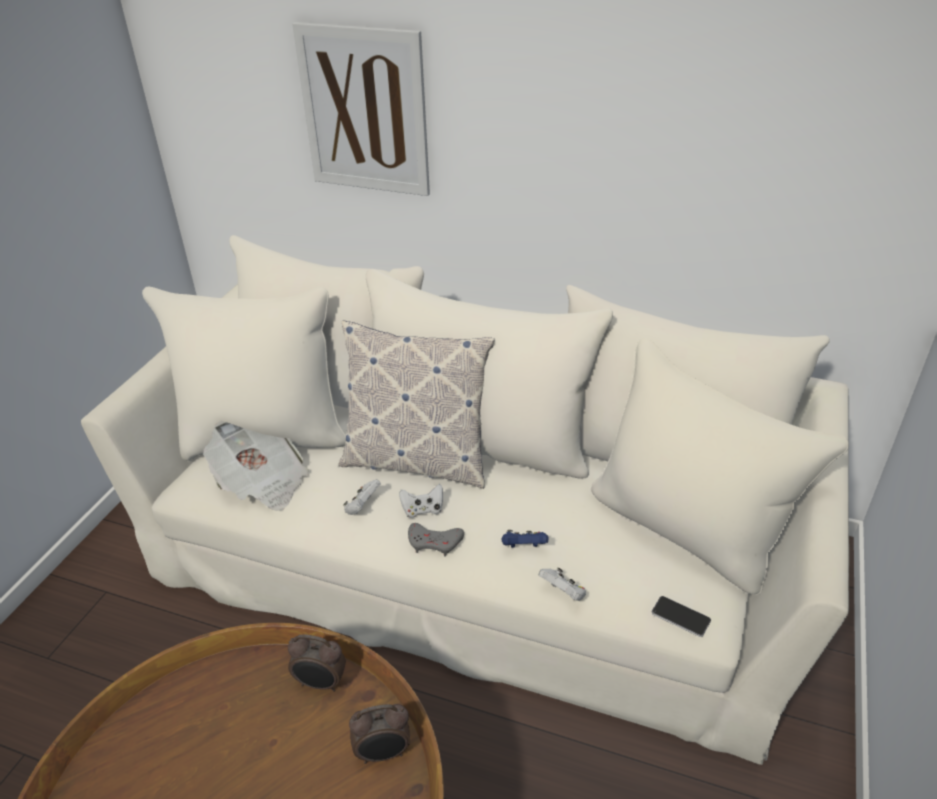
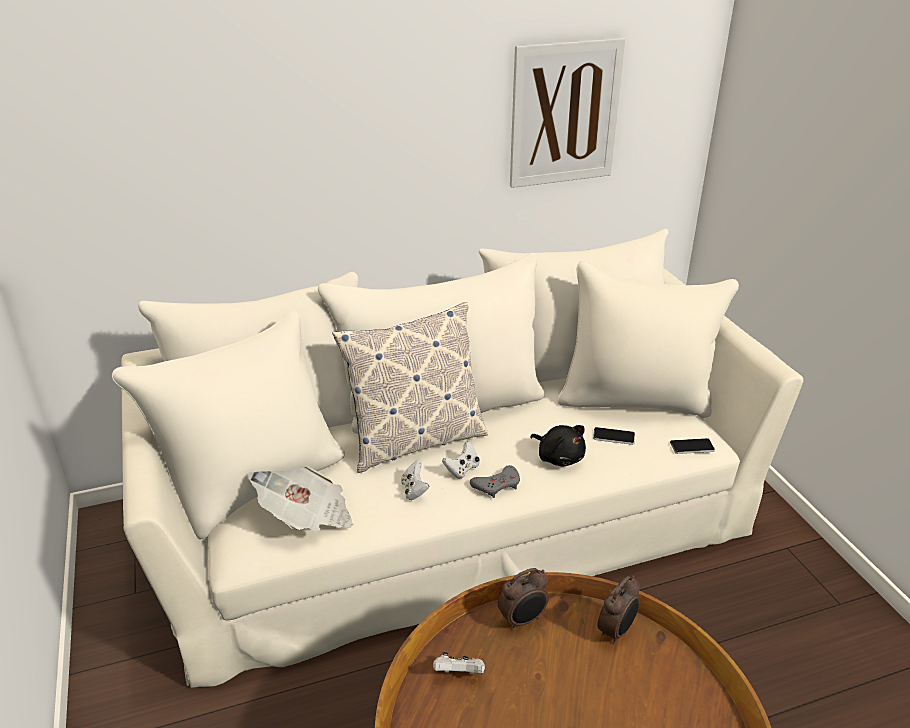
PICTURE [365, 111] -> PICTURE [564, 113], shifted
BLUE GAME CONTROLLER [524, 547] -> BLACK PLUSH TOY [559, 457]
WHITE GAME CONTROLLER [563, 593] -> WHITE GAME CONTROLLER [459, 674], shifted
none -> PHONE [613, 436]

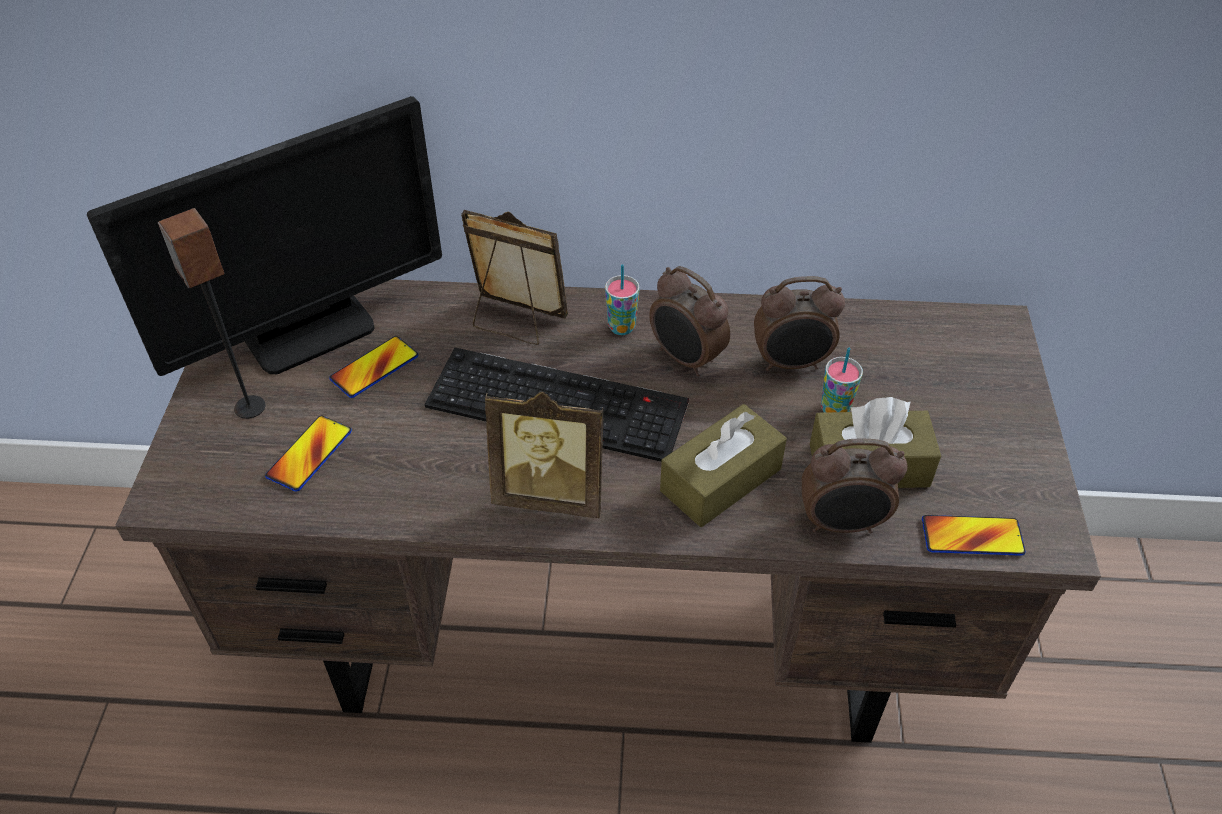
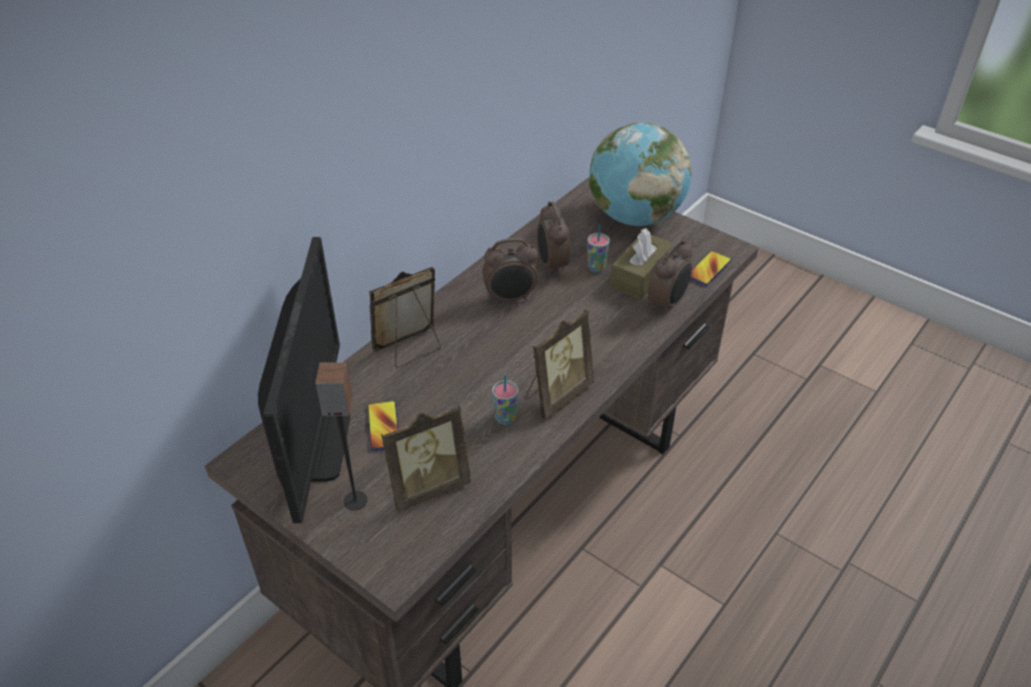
CUP [621, 327] -> CUP [505, 418], shifted
ALARM CLOCK [791, 363] -> ALARM CLOCK [551, 265], 135 degrees clockwise
KEYBOARD [561, 403] -> none
BROWN TISSUE BOX [720, 480] -> none
PHONE [310, 454] -> PICTURE FRAME [427, 486]
none -> GLOBE [634, 217]

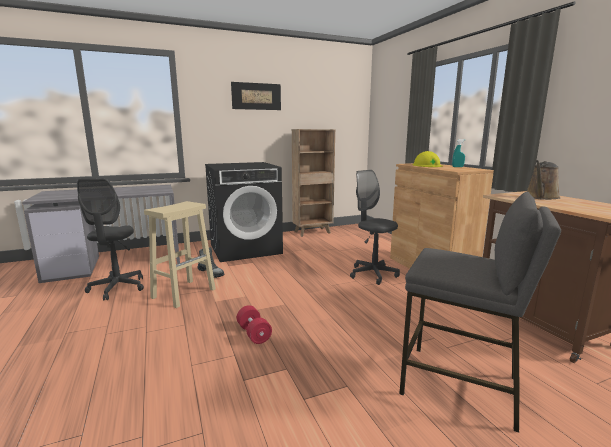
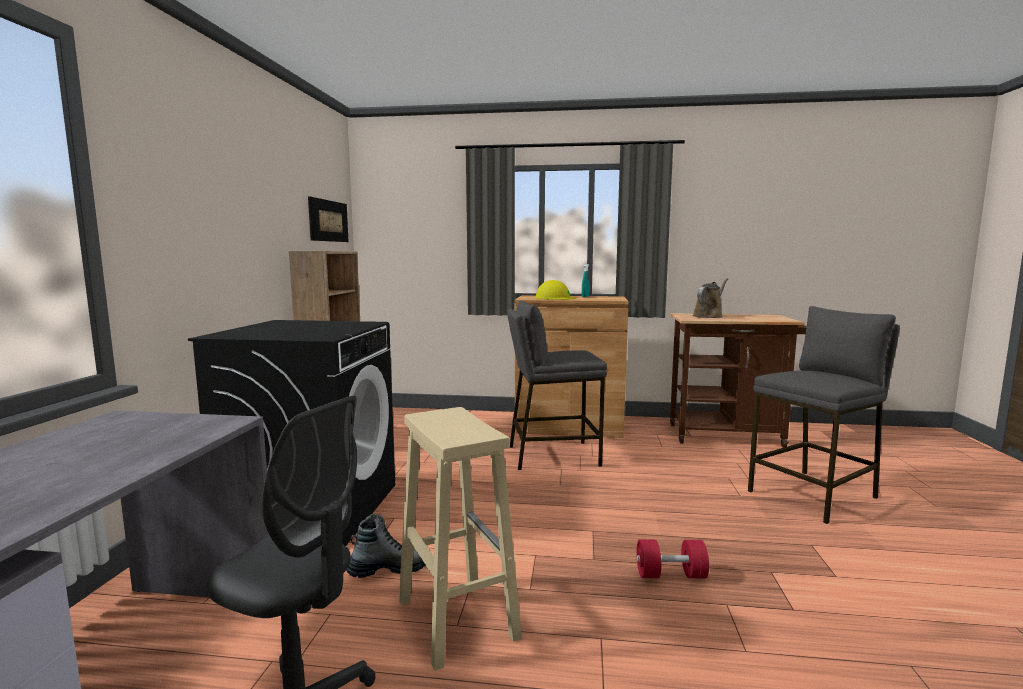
PICTURE [256, 96] -> PICTURE [328, 221], shifted
BROWN WATERING CAN [541, 197] -> BROWN WATERING CAN [709, 316], 120 degrees counterclockwise
GREY OFFICE CHAIR [373, 274] -> GREY STOOL [552, 455]

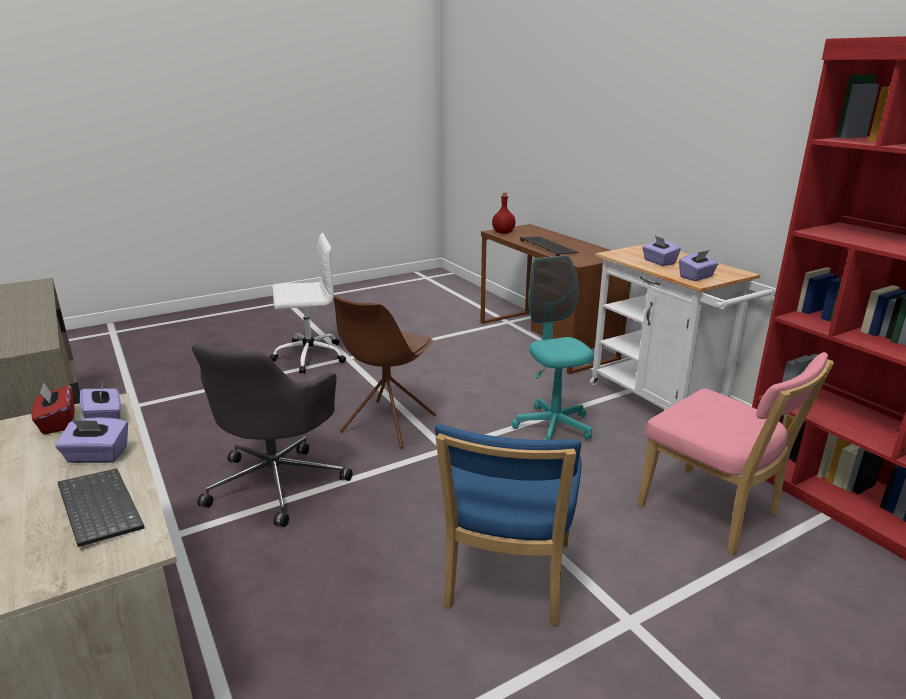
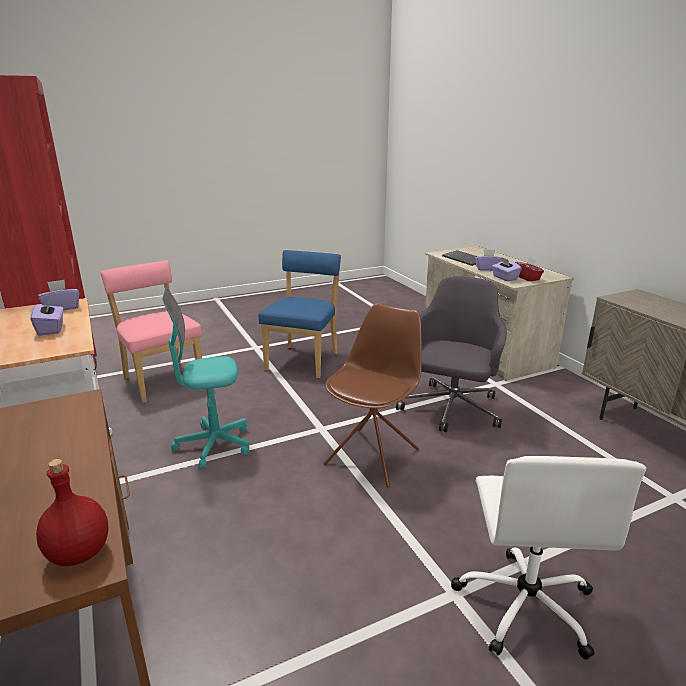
WHITE OFFICE CHAIR [308, 356] -> WHITE OFFICE CHAIR [525, 604], 75 degrees counterclockwise
KEYBOARD [549, 247] -> none
TURQUOISE OFFICE CHAIR [553, 427] -> TURQUOISE OFFICE CHAIR [214, 445], 90 degrees clockwise

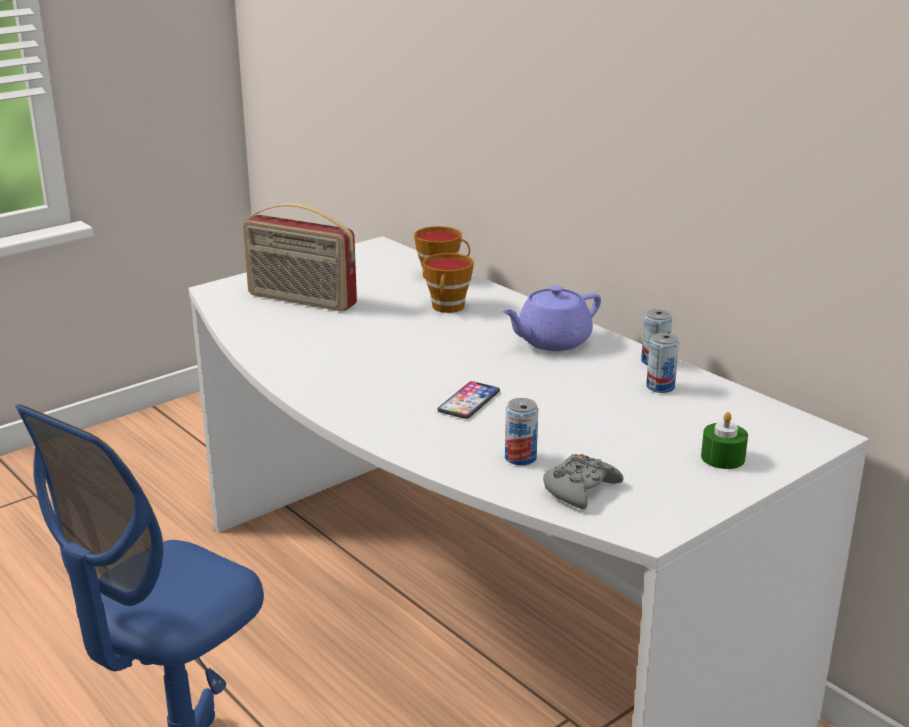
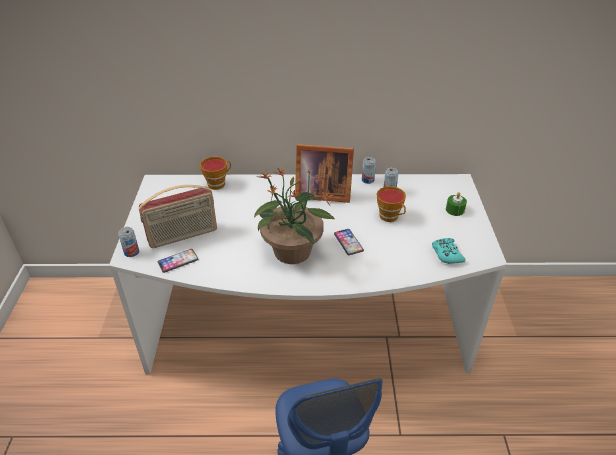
CUP [448, 308] -> CUP [390, 217], shifted
PURPLE TEAPOT [552, 341] -> PICTURE FRAME [321, 193]
CAN [520, 458] -> CAN [131, 252], shifted
GREY GAME CONTROLLER [580, 489] -> TURQUOISE GAME CONTROLLER [446, 254]
none -> POTTED PLANT [292, 252]
none -> PHONE [178, 261]

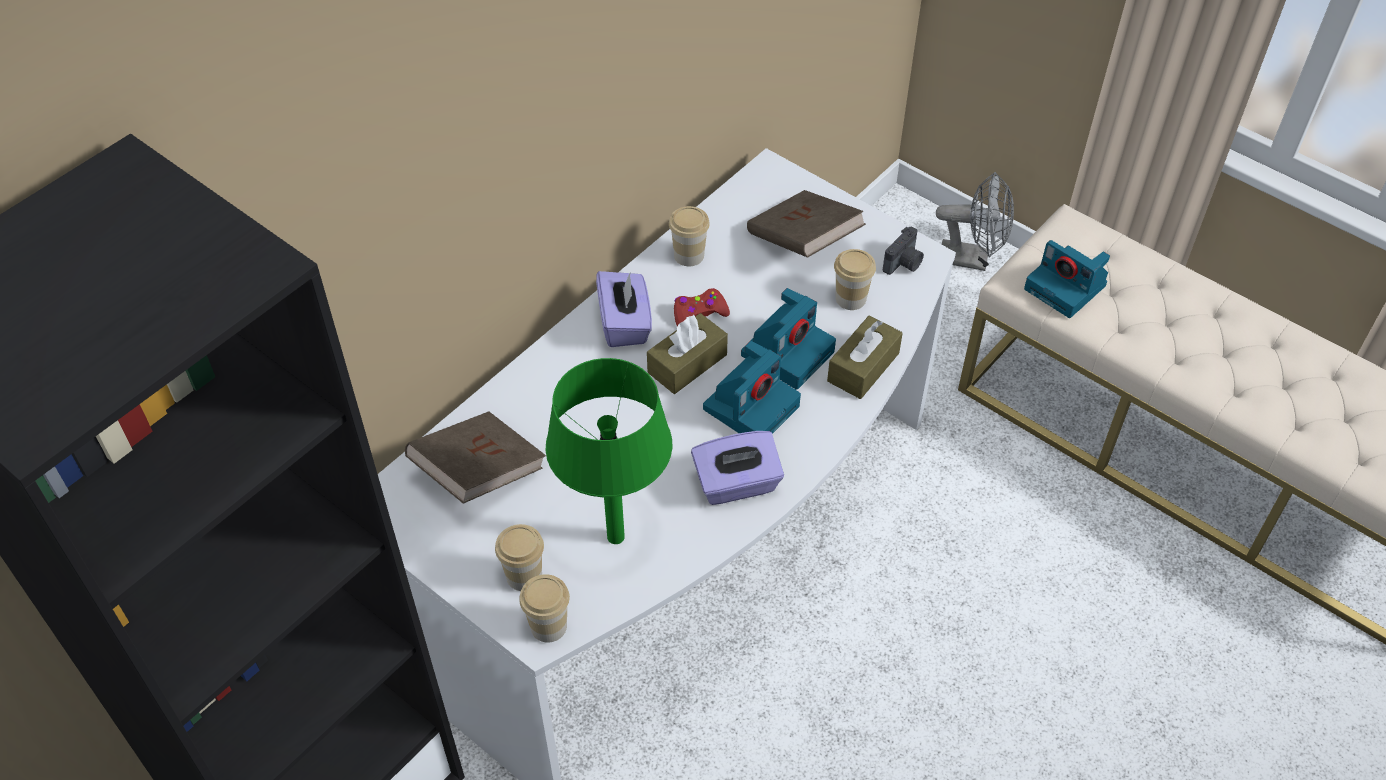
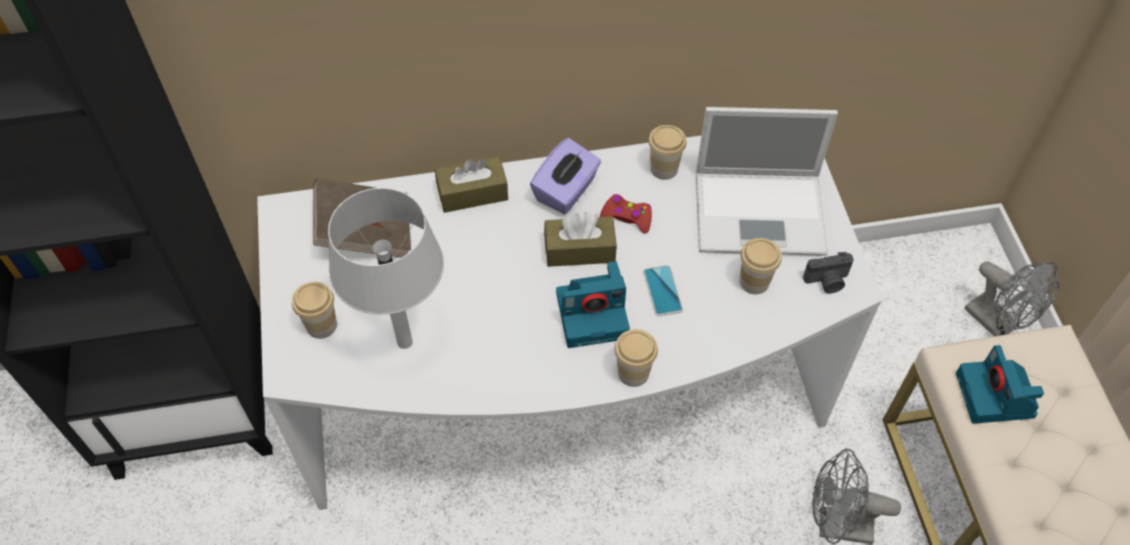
BROWN BOOK [803, 242] -> LAPTOP [762, 213]
PHOTO CAMERA [788, 352] -> PHONE [662, 291]
BROWN TISSUE BOX [863, 367] -> BROWN TISSUE BOX [472, 193], shifted
GREEN TABLE LAMP [617, 537] -> GREY TABLE LAMP [405, 343]
PURPLE TISSUE BOX [737, 484] -> none
CUP [548, 626] -> CUP [633, 373], shifted
none -> GREY FAN [836, 526]

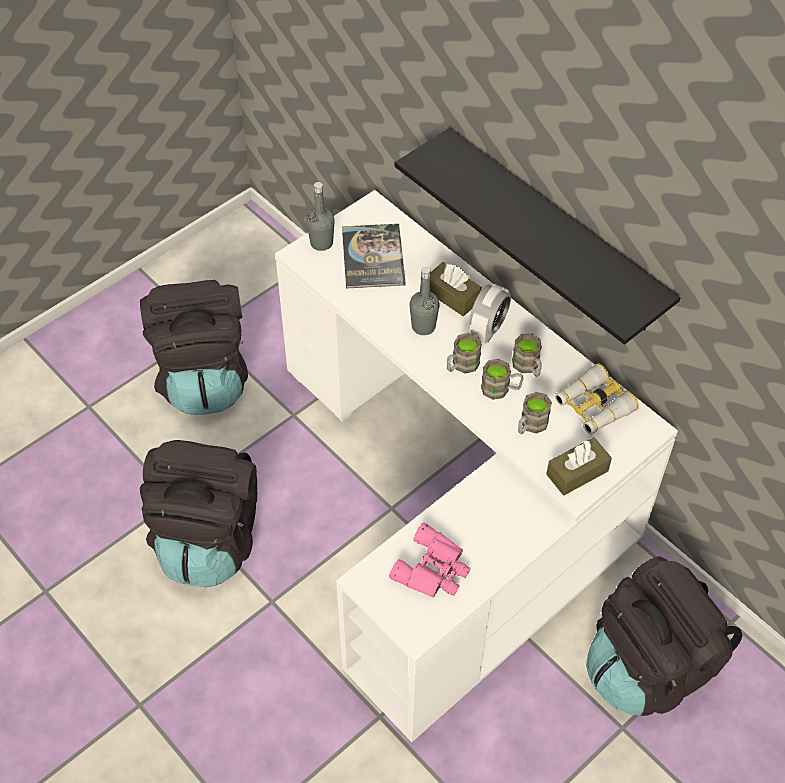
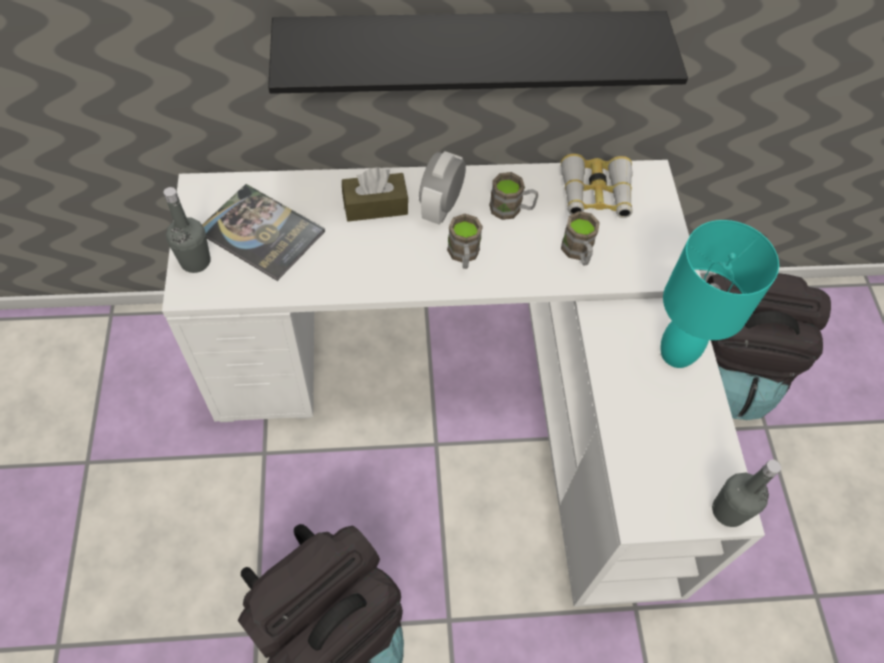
GREY BOTTLE [423, 326] -> GREY BOTTLE [728, 511], shifted
BLACK BACKPACK [204, 377] -> none
ALARM CLOCK [488, 329] -> ALARM CLOCK [441, 207], 135 degrees counterclockwise
BROWN MUG [501, 389] -> none
BROWN TISSUE BOX [577, 472] -> none
PINK BINOCULARS [434, 569] -> none
none -> TURQUOISE TABLE LAMP [678, 353]

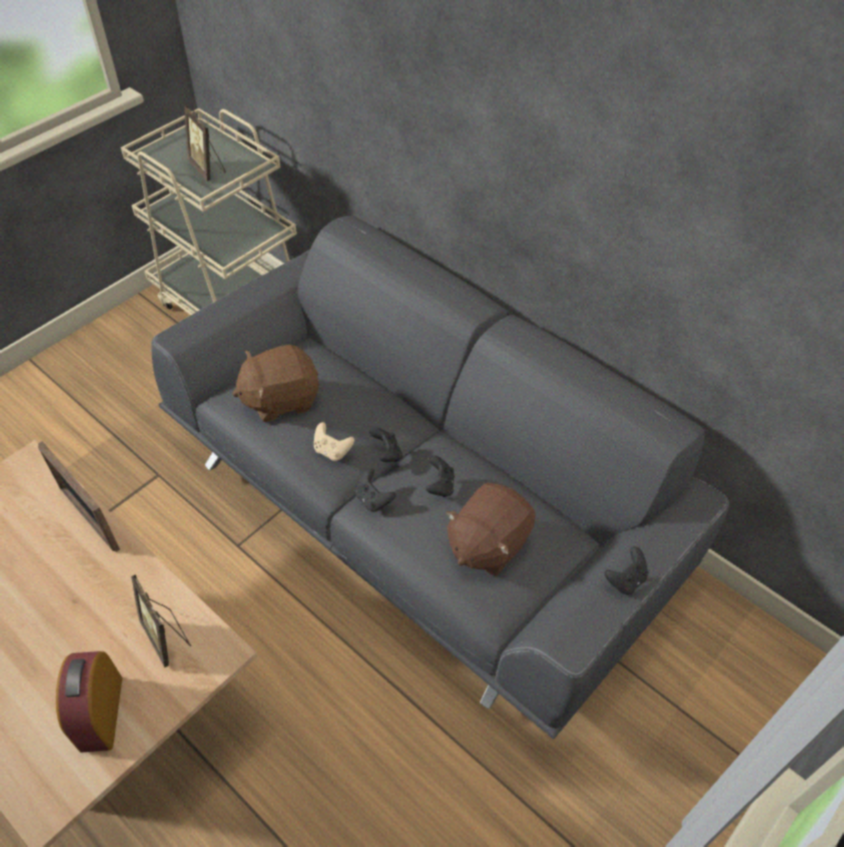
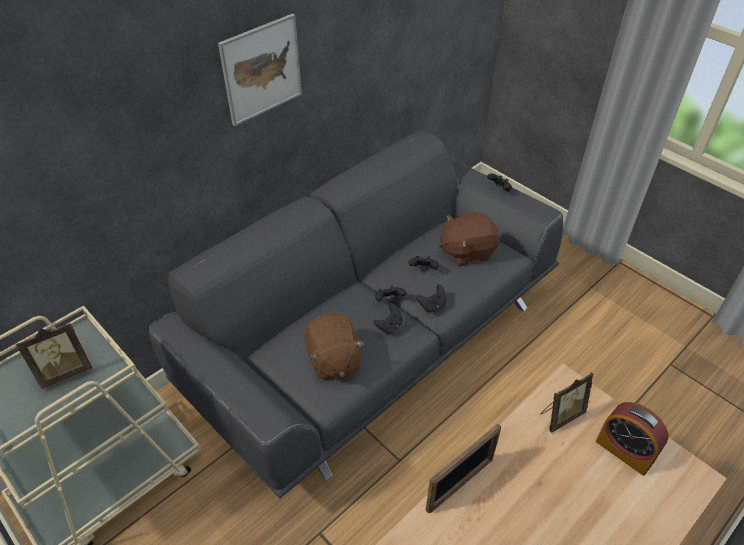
BEIGE GAME CONTROLLER [332, 451] -> BLACK GAME CONTROLLER [389, 326]
BROWN PLUSH TOY [487, 543] -> BROWN PLUSH TOY [467, 251], 120 degrees clockwise
ALARM CLOCK [101, 713] -> ALARM CLOCK [624, 450], 45 degrees clockwise
none -> PICTURE [261, 69]

